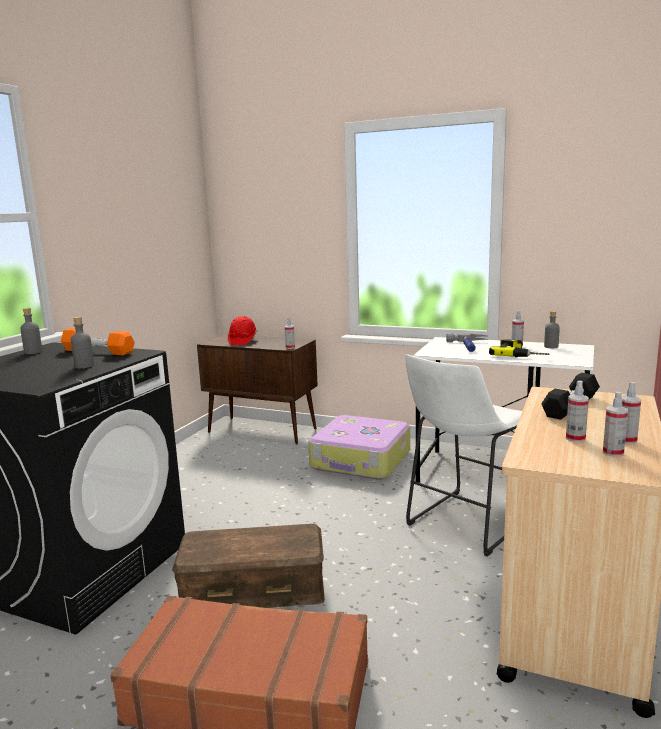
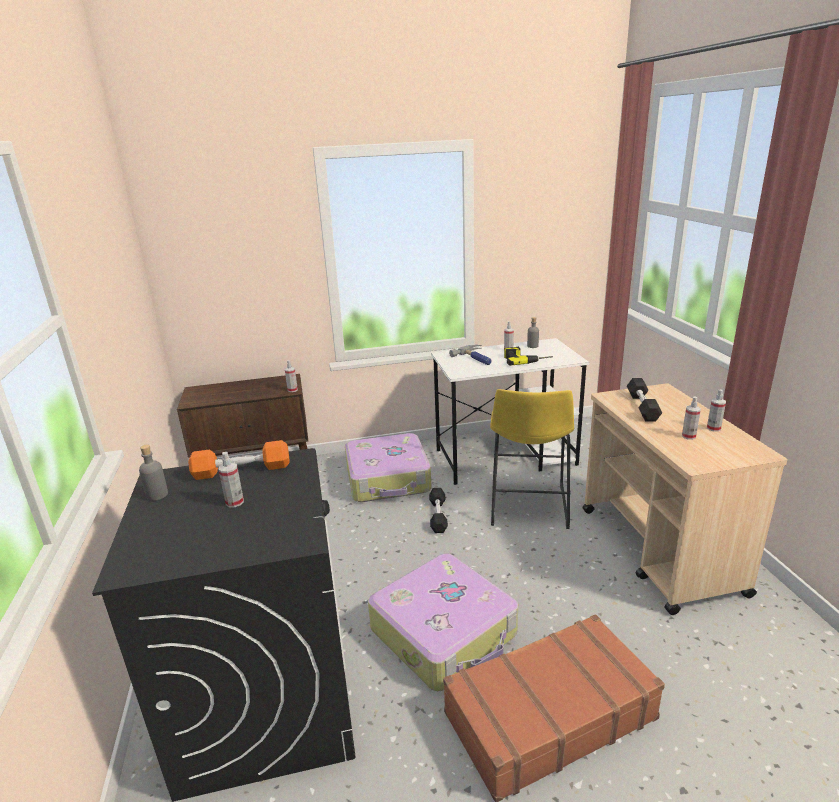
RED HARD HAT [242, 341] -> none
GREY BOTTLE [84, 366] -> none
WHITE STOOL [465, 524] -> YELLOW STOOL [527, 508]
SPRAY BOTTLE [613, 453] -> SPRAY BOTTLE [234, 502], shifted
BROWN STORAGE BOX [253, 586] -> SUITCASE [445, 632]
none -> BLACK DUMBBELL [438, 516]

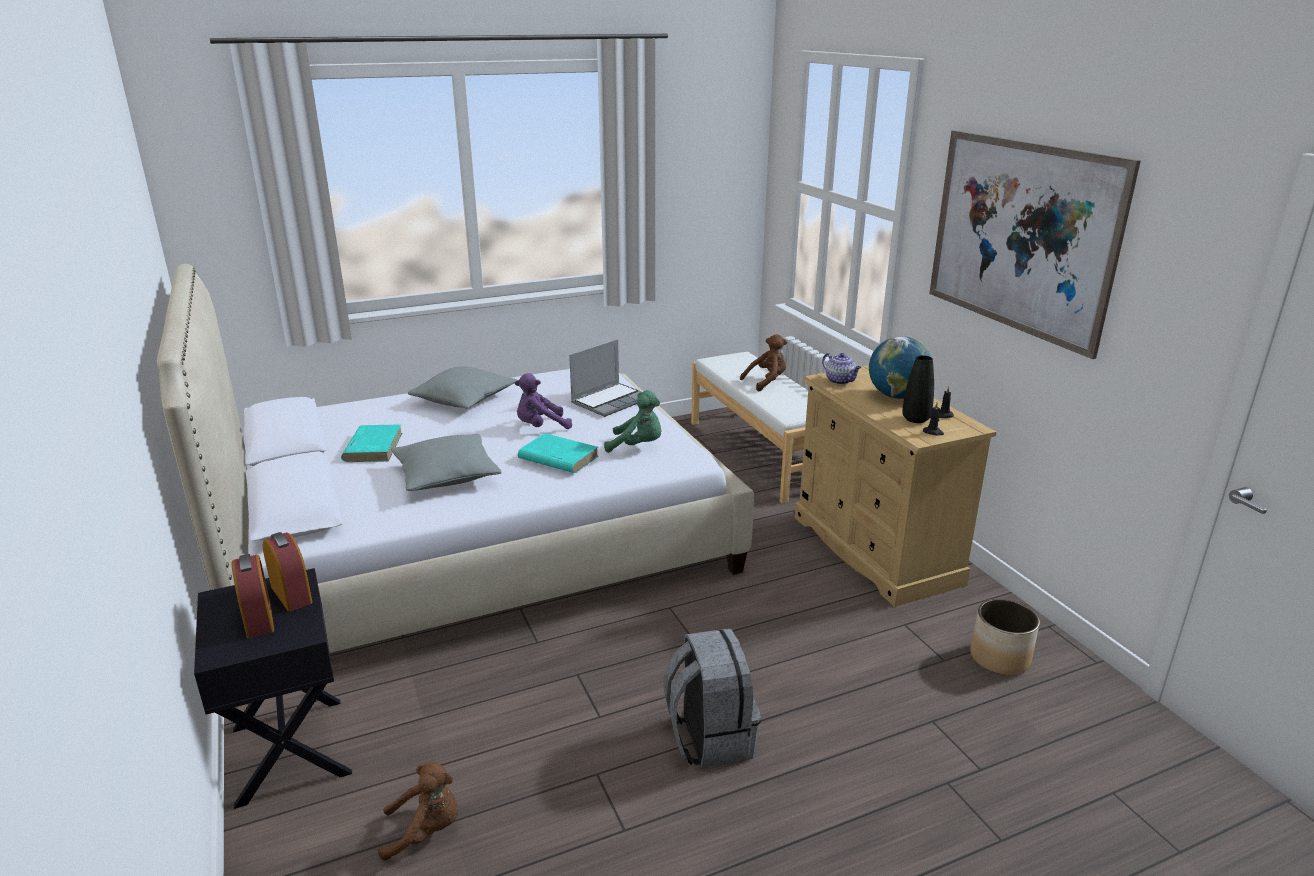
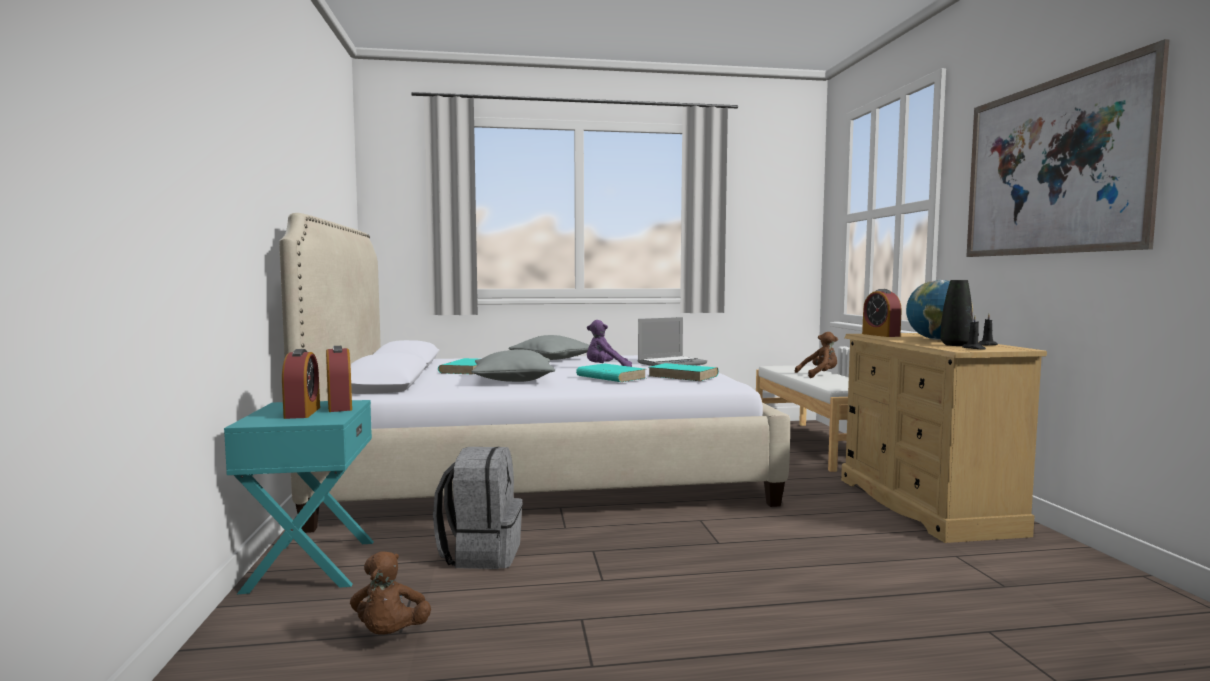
TEAPOT [840, 381] -> ALARM CLOCK [880, 335]
GREEN PLUSH TOY [638, 446] -> TURQUOISE BOOK [683, 376]
BLACK NIGHTSTAND [288, 751] -> TURQUOISE NIGHTSTAND [309, 565]
PLANTER [1000, 658] -> none
GREY BACKPACK [709, 737] -> GREY BACKPACK [481, 553], shifted
BROWN PLUSH TOY [426, 831] -> BROWN PLUSH TOY [390, 634], 75 degrees clockwise

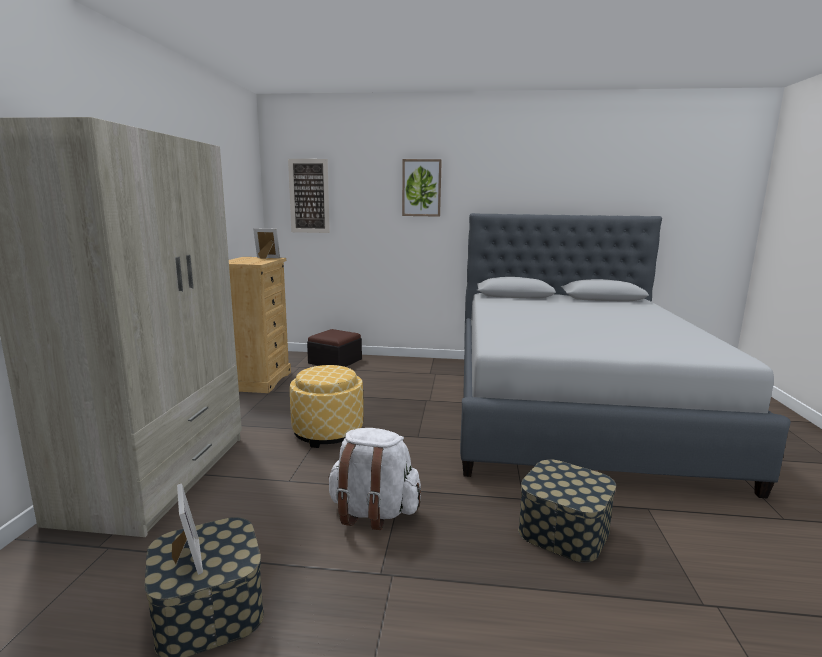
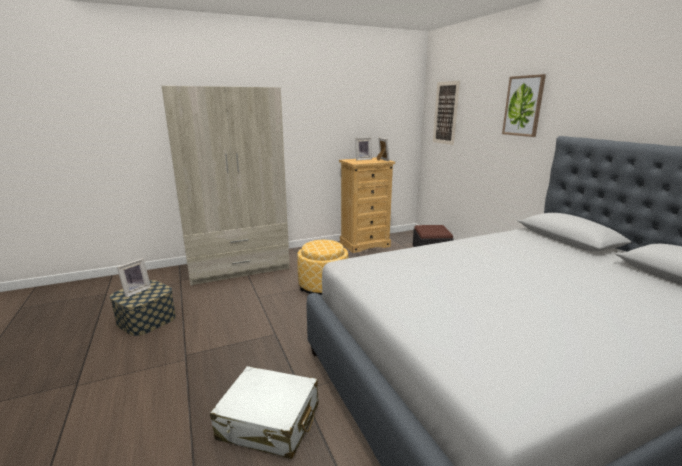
WHITE BACKPACK [373, 512] -> none
STORAGE BOX [563, 530] -> WHITE SUITCASE [269, 422]
none -> PICTURE FRAME [362, 159]

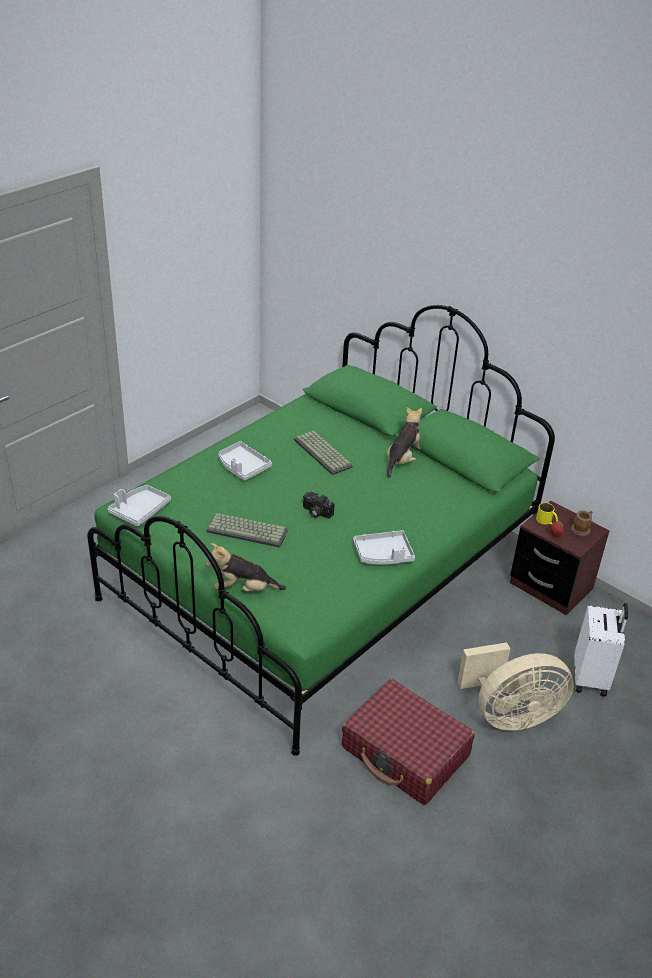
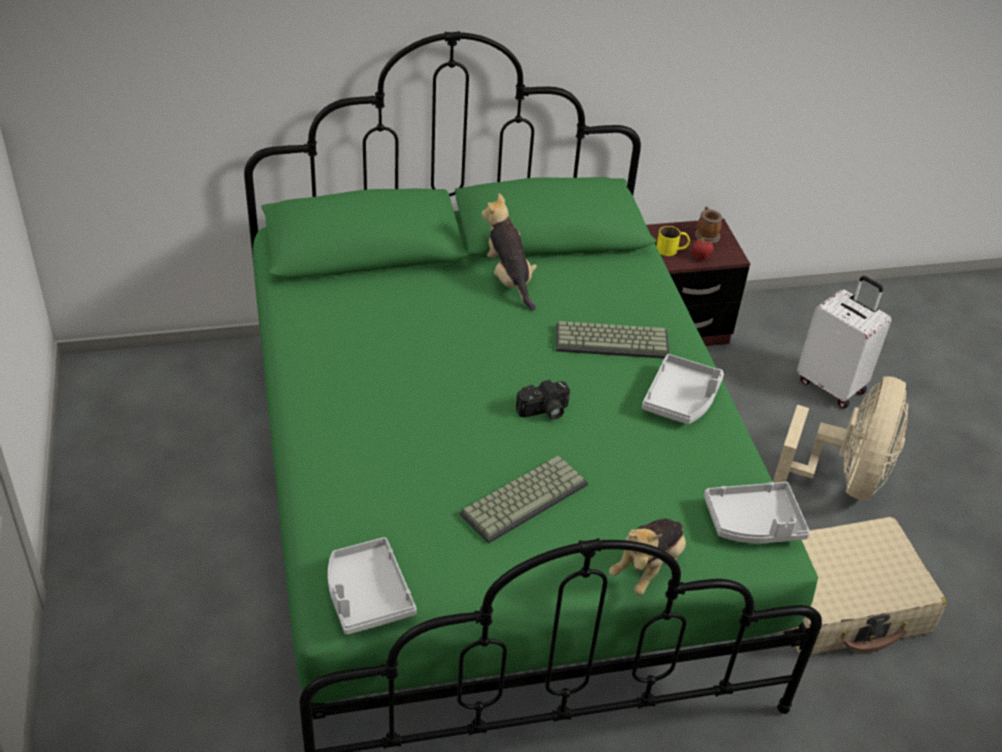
KEYBOARD [324, 453] -> KEYBOARD [613, 340], shifted
GREY TRAY [242, 467] -> GREY TRAY [754, 523], shifted
RED SUITCASE [405, 752] -> BEIGE SUITCASE [842, 601]

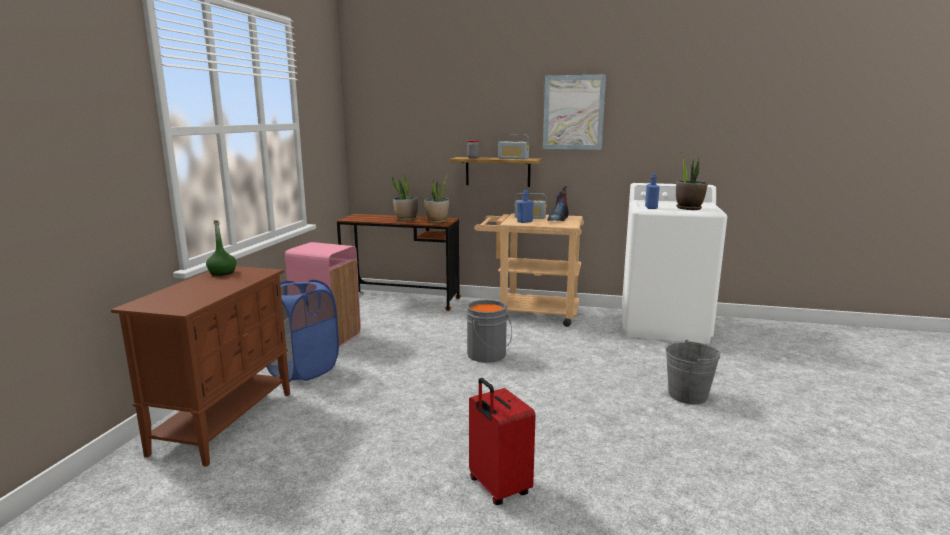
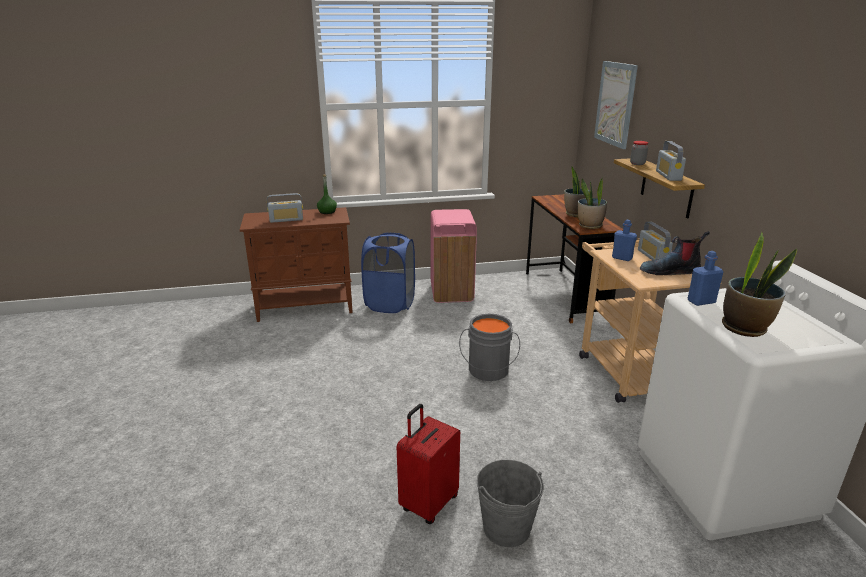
PICTURE [573, 112] -> PICTURE [615, 104], shifted
RED SUITCASE [498, 488] -> RED SUITCASE [428, 503], shifted
none -> RADIO [286, 220]

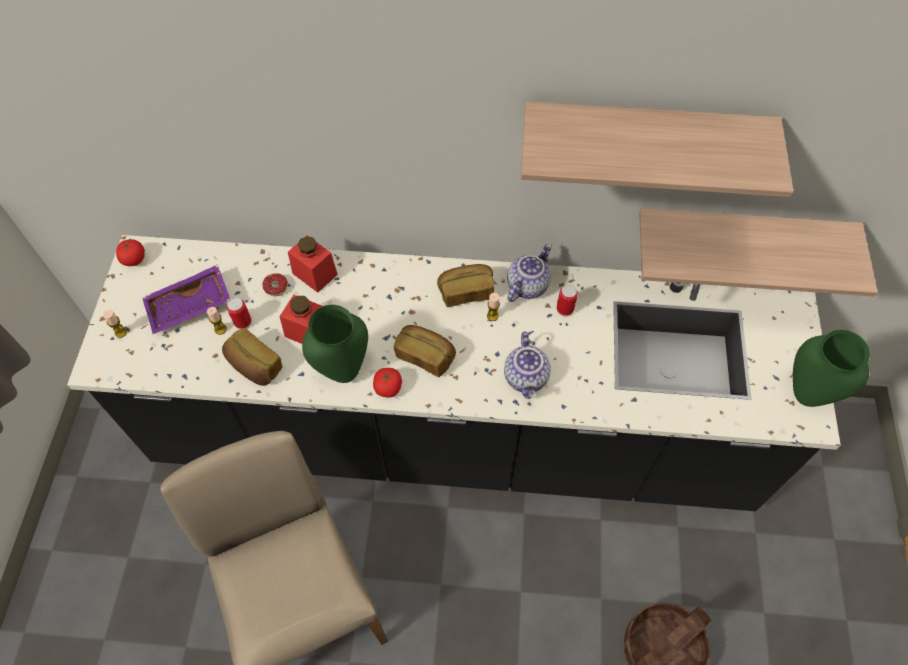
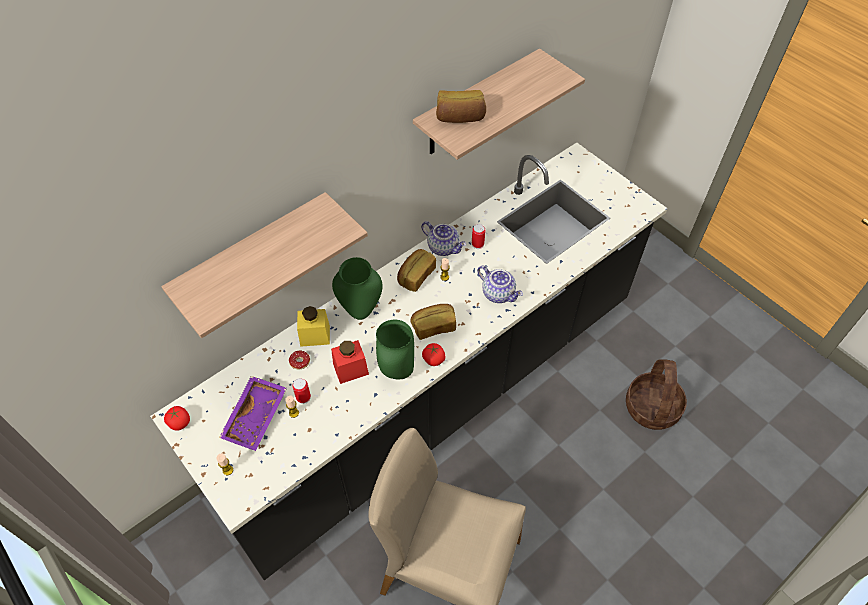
SHELF [739, 237] -> SHELF [253, 256], shifted
RED JAR [315, 274] -> YELLOW JAR [315, 335]
TEAPOT [527, 285] -> TEAPOT [444, 247], 135 degrees clockwise
BREAD [254, 366] -> BREAD [460, 117], shifted
GREEN VASE [806, 395] -> GREEN VASE [360, 312], shifted

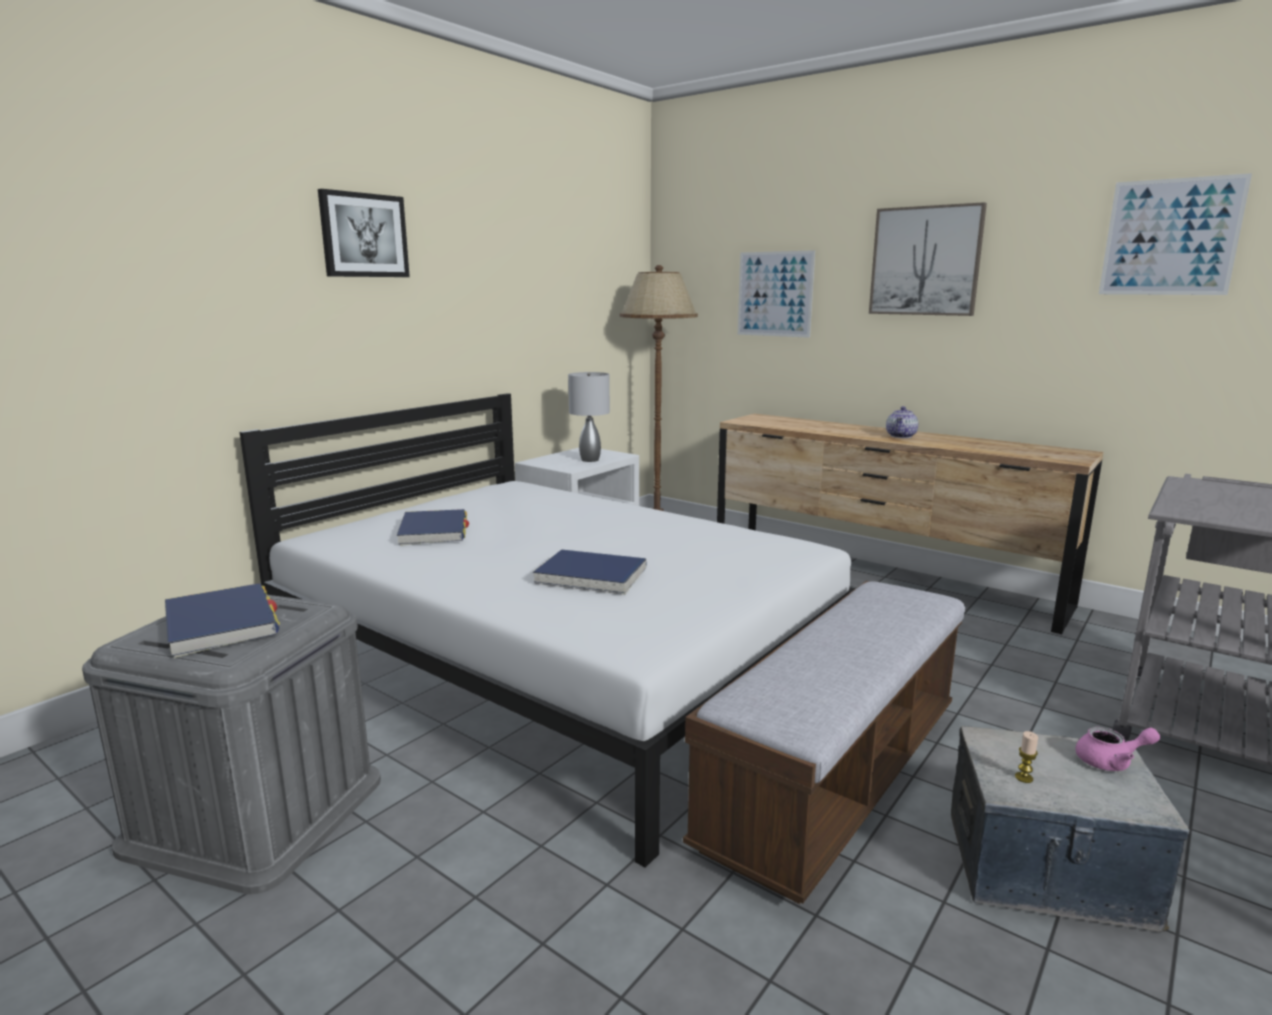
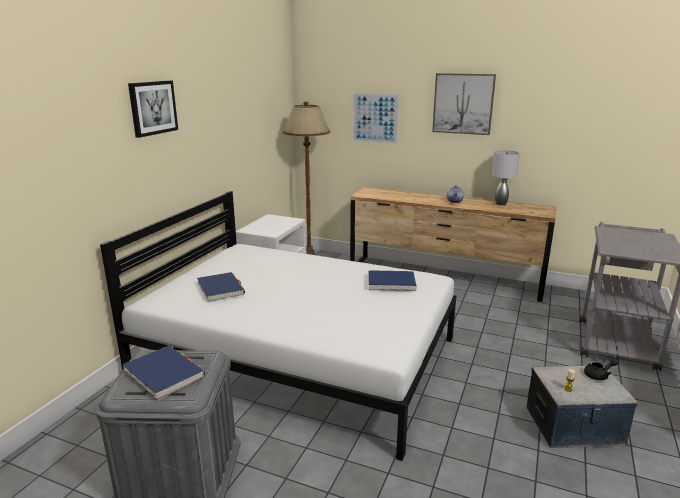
PICTURE [1170, 237] -> none
GREY TABLE LAMP [590, 460] -> GREY TABLE LAMP [501, 203], shifted
BLUE BOOK [591, 576] -> BLUE BOOK [391, 283], shifted
BENCH [836, 776] -> none
PINK TEAPOT [1111, 762] -> BLACK TEAPOT [599, 375]

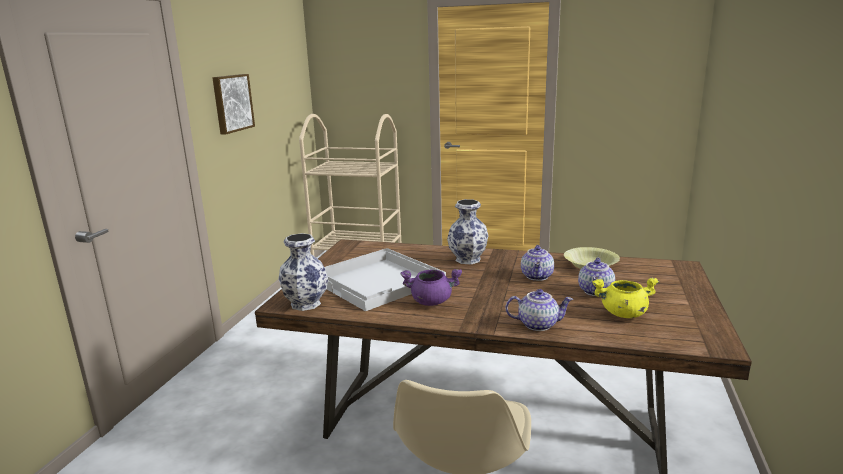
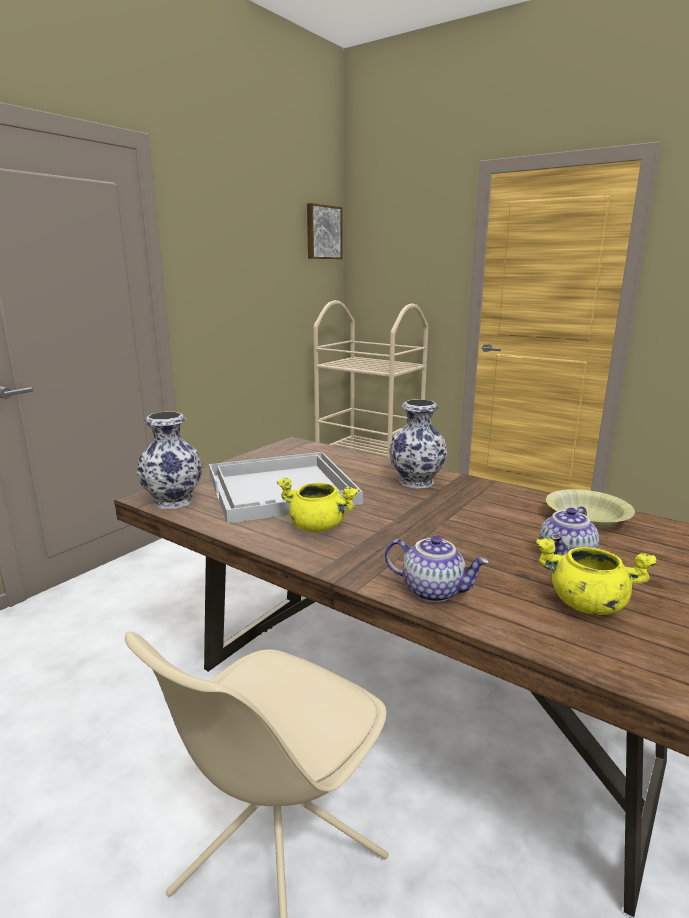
PICTURE [232, 103] -> PICTURE [323, 232], shifted
TEAPOT [537, 276] -> none
PURPLE COOKING POT [431, 301] -> YELLOW COOKING POT [318, 527]

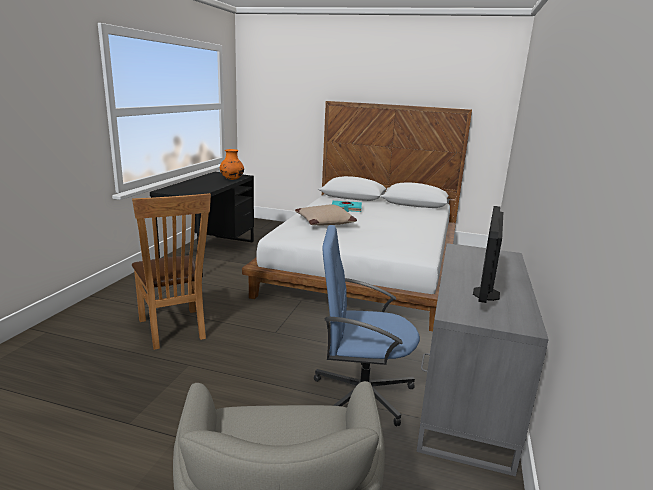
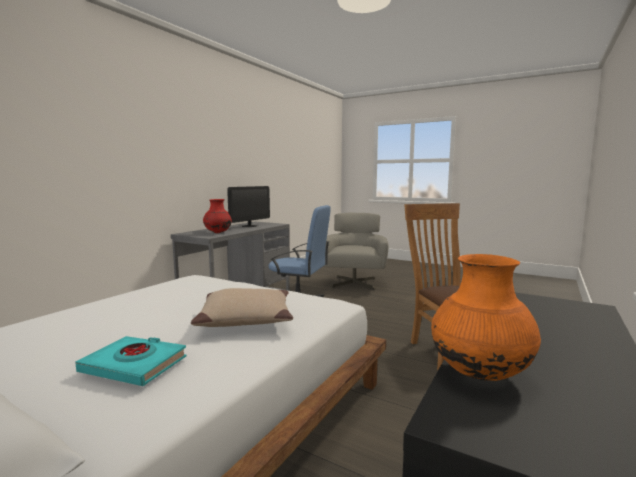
none -> RED VASE [217, 233]

